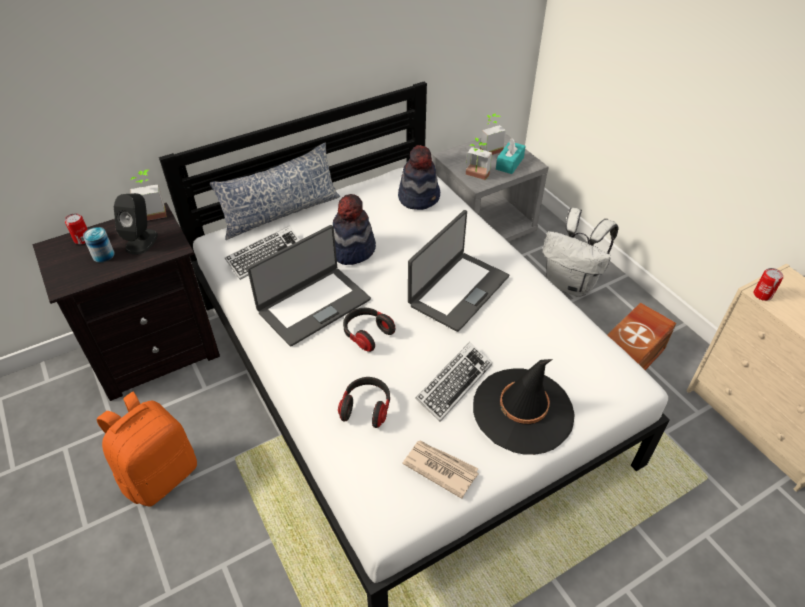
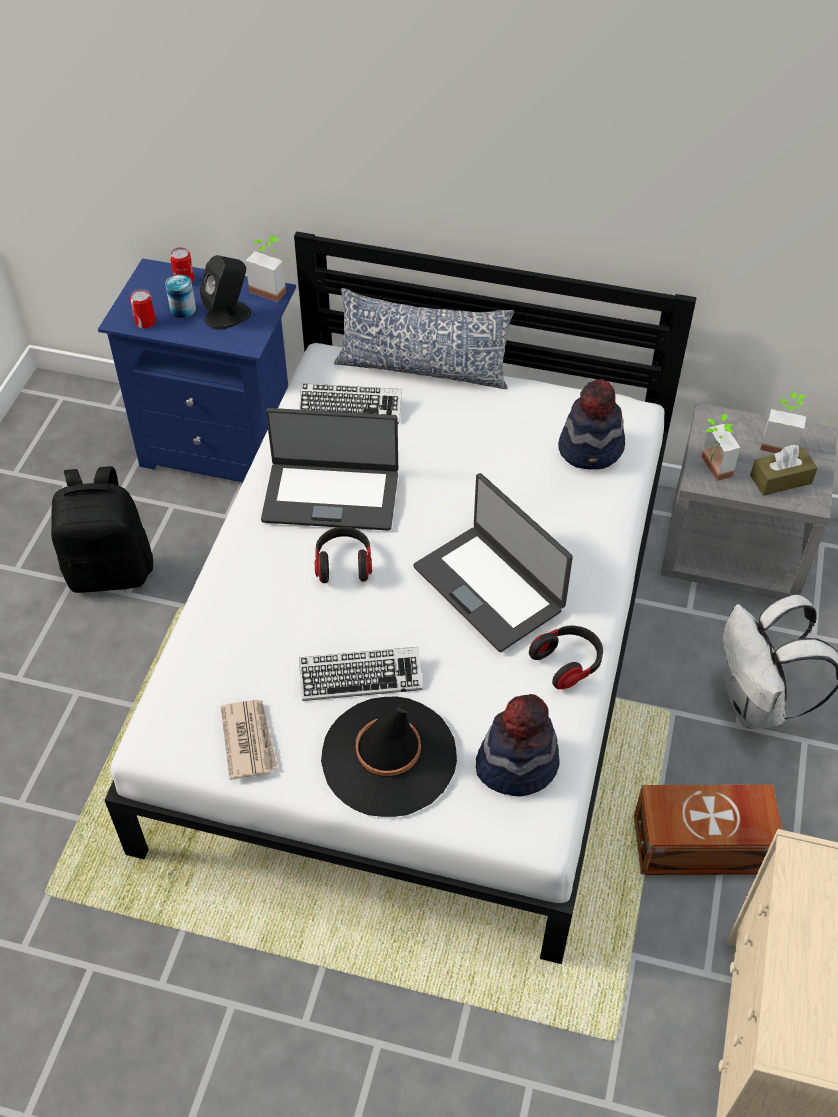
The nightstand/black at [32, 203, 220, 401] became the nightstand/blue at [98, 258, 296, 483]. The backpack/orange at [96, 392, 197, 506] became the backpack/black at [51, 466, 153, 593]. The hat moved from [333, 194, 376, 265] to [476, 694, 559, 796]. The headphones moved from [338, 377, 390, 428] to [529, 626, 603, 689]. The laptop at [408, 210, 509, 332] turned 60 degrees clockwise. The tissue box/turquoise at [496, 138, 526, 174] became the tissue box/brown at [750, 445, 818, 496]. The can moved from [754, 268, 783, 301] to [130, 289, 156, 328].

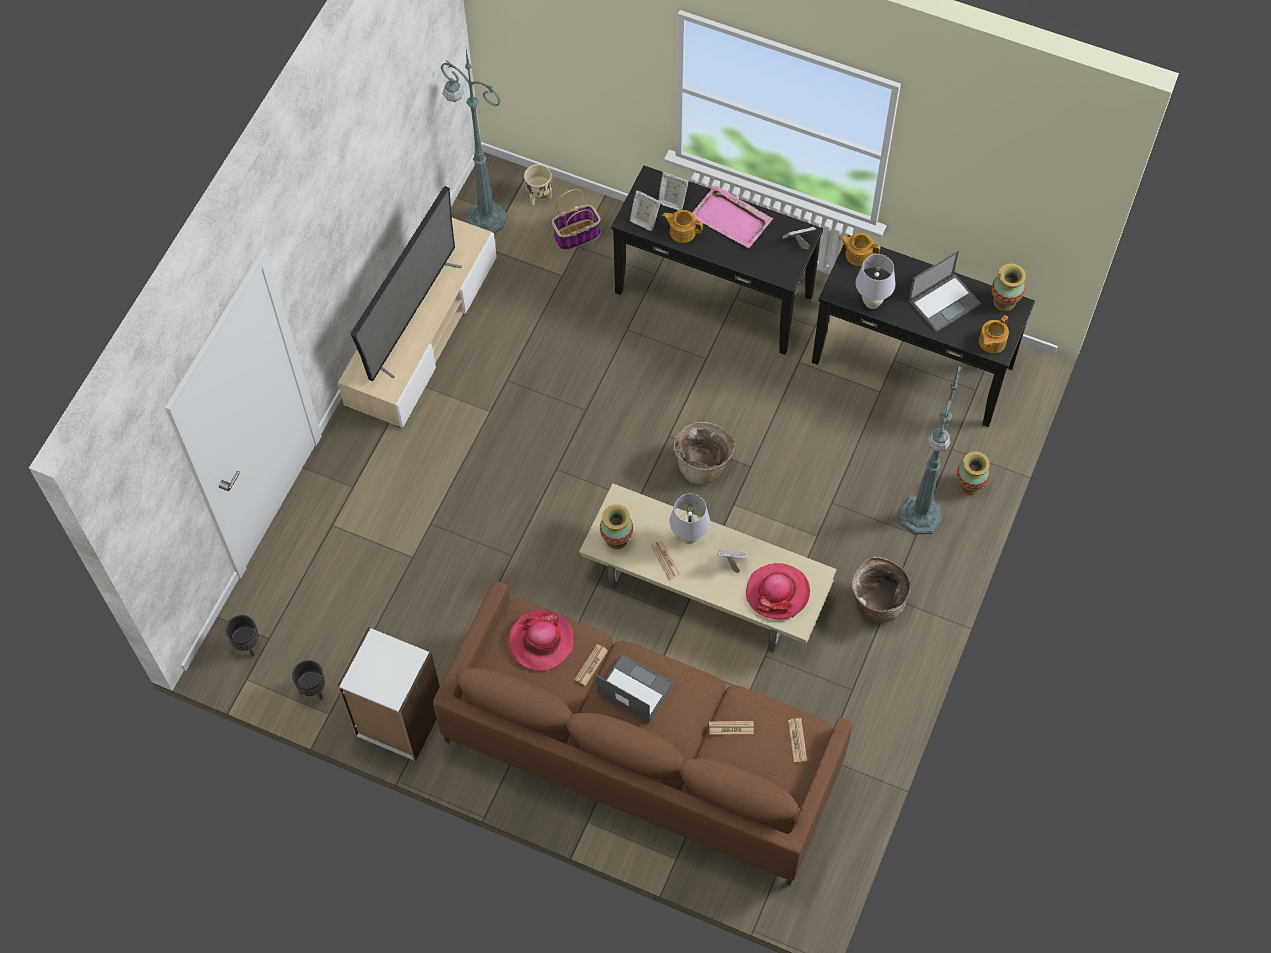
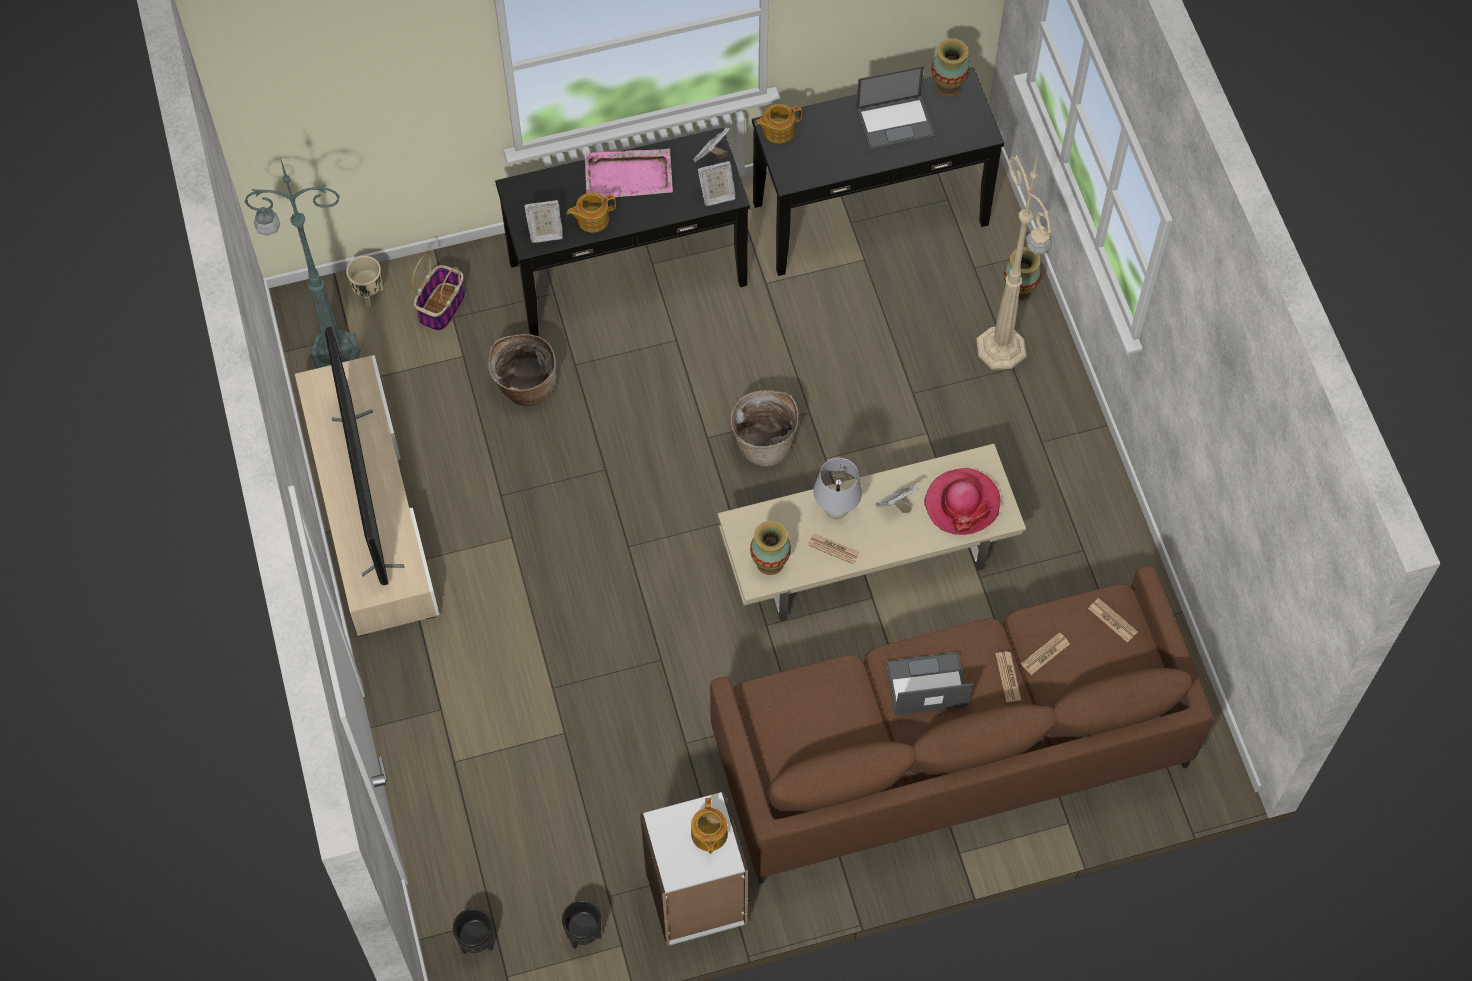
The hat at [508, 610, 574, 671] disappeared. The newspaper moved from [574, 644, 608, 686] to [995, 651, 1021, 702]. The picture frame moved from [658, 172, 689, 211] to [697, 161, 736, 206]. The basket moved from [852, 556, 911, 623] to [488, 334, 556, 406]. The table lamp/white at [856, 254, 895, 309] disappeared. The floor lamp/green at [899, 366, 961, 534] became the floor lamp/beige at [976, 154, 1052, 370]. The laptop at [908, 250, 981, 332] turned 60 degrees clockwise. The teapot moved from [979, 315, 1009, 353] to [691, 798, 728, 854].

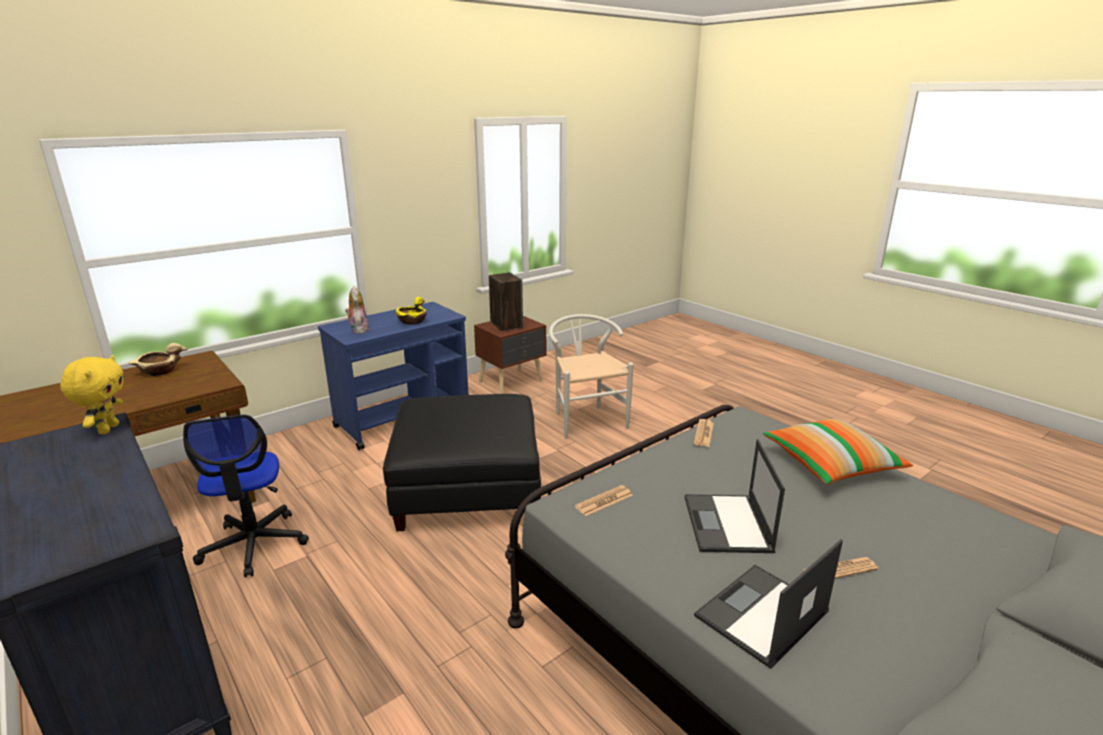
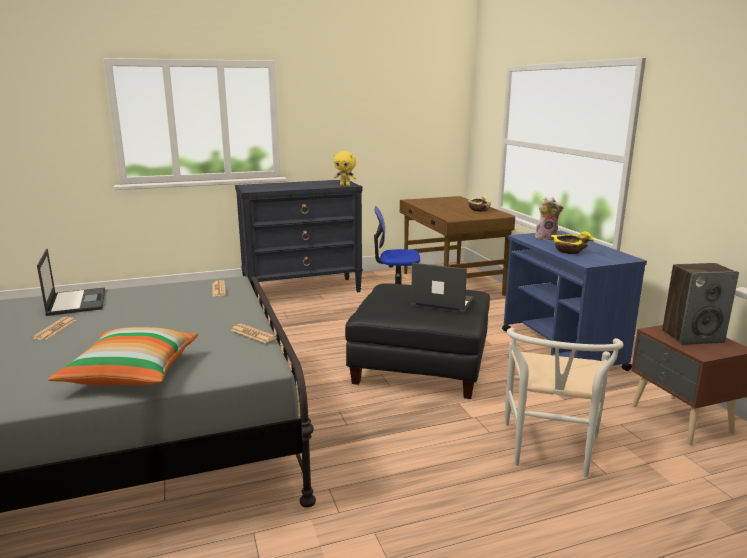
The chair/white at [549, 314, 634, 439] turned 105 degrees clockwise. The laptop moved from [685, 439, 785, 553] to [411, 263, 474, 313].

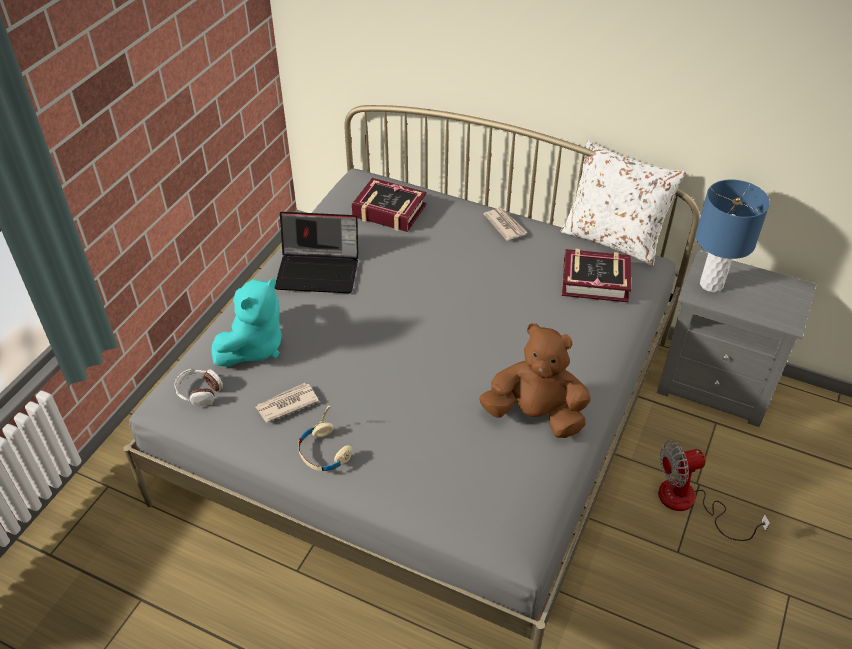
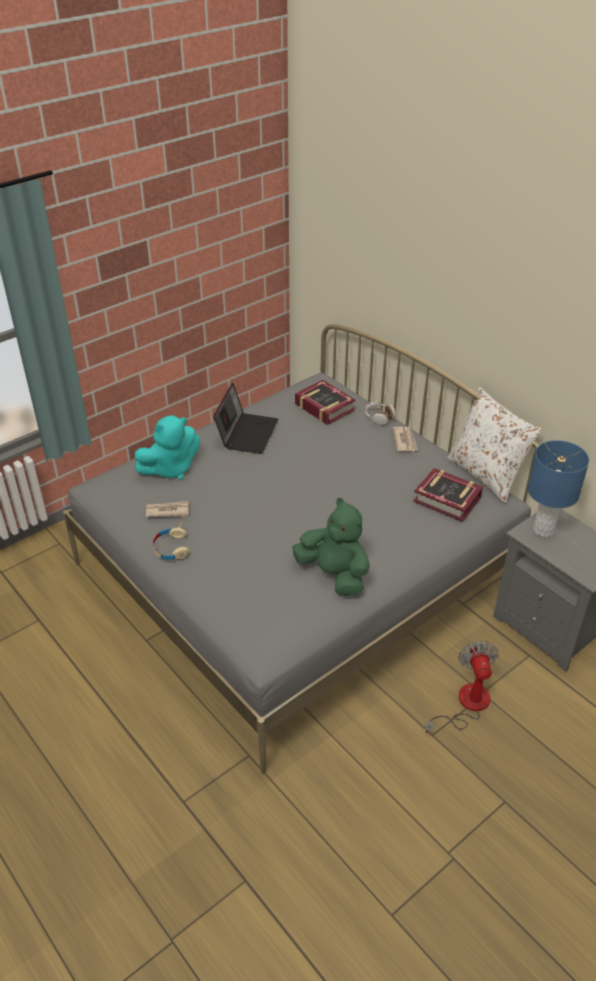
The headphones moved from [174, 369, 223, 406] to [365, 401, 396, 425]. The laptop at [275, 212, 358, 293] turned 105 degrees counterclockwise. The plush toy/brown at [479, 323, 591, 438] became the plush toy/green at [293, 498, 370, 596]. The fan at [658, 441, 770, 541] turned 75 degrees clockwise.

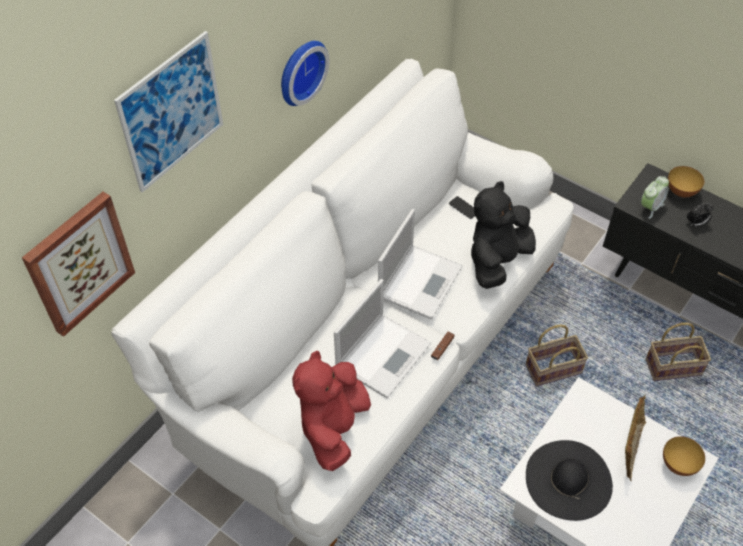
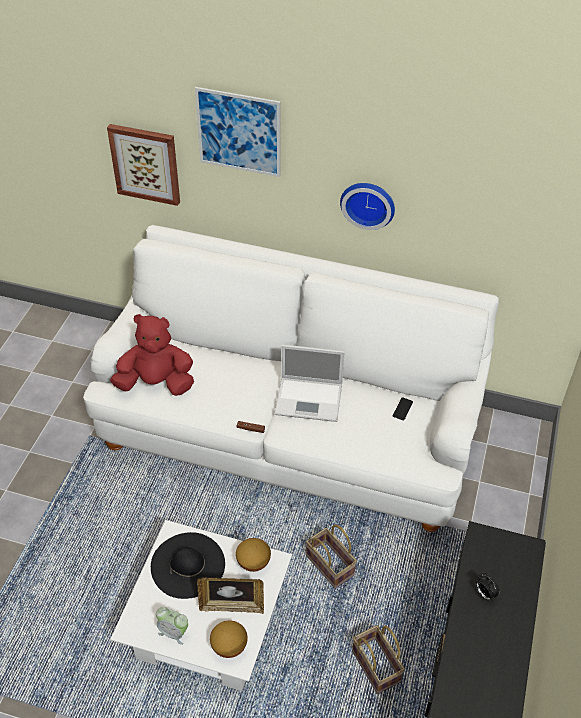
The laptop at [334, 279, 431, 398] disappeared. The plush toy/black at [471, 181, 536, 289] disappeared. The alarm clock moved from [641, 176, 669, 219] to [156, 607, 188, 645]. The bowl moved from [668, 166, 704, 197] to [236, 538, 271, 572].

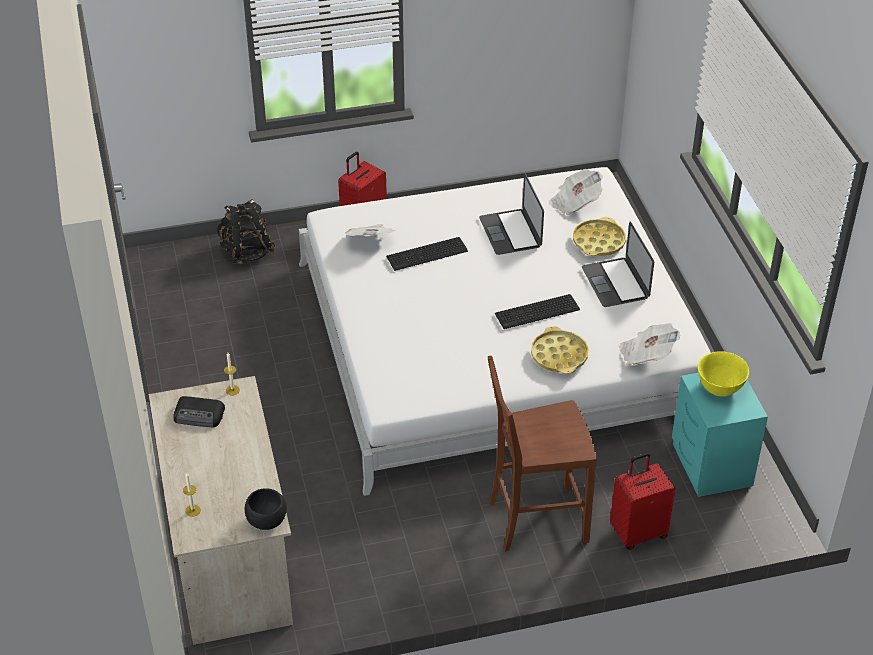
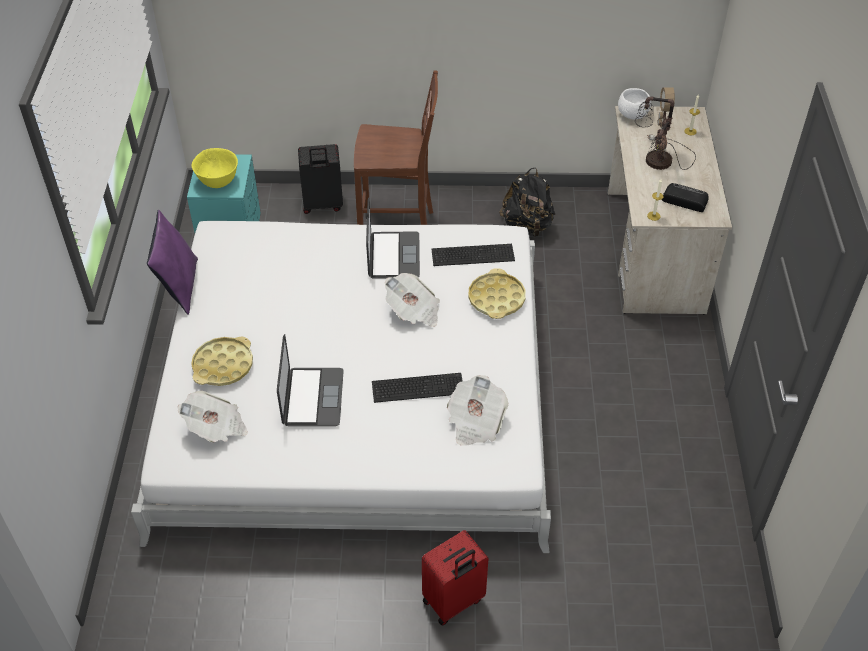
The backpack/black moved from [217, 200, 276, 265] to [499, 168, 555, 237]. The bowl/black at [244, 488, 287, 530] became the bowl/white at [618, 88, 651, 119]. The keyboard moved from [495, 294, 580, 329] to [431, 244, 515, 266]. The tray/yellow moved from [531, 326, 589, 374] to [468, 268, 526, 319]. The laptop moved from [582, 222, 654, 307] to [366, 198, 420, 279]. The suitcase/red at [610, 453, 675, 550] became the suitcase/black at [298, 144, 343, 214]. The newspaper moved from [619, 323, 680, 366] to [385, 273, 440, 327]. The pillow/purple at [147, 210, 198, 315] appeared. The table lamp at [635, 88, 696, 170] appeared.

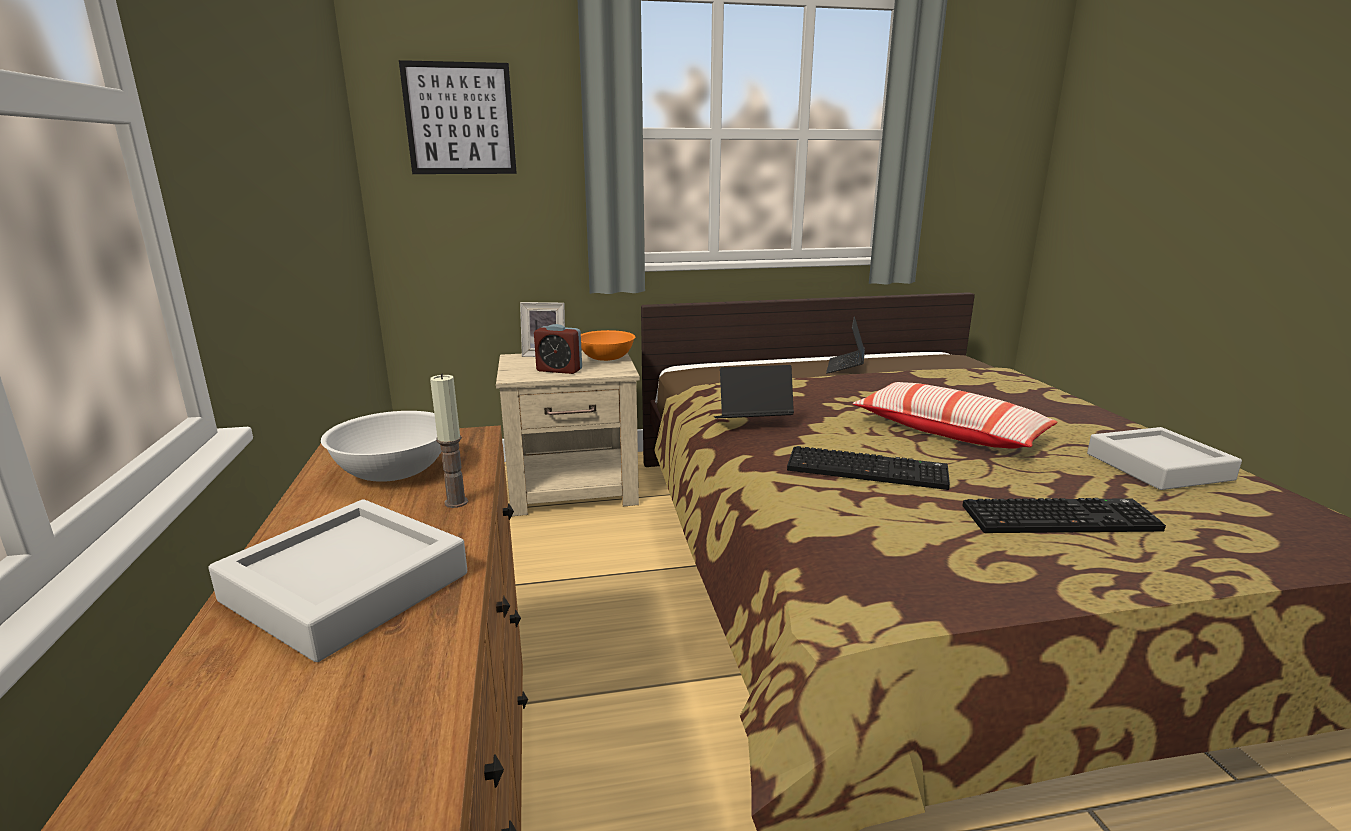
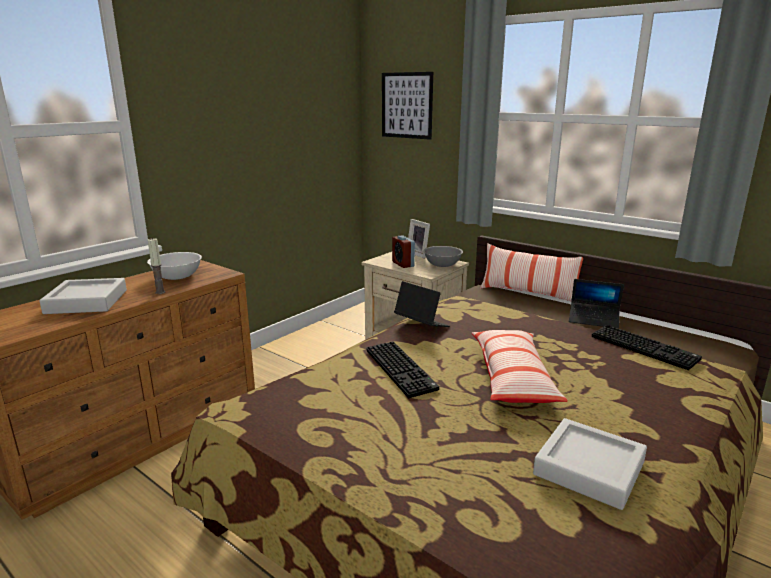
The bowl/orange at [581, 330, 635, 361] became the bowl/grey at [423, 246, 463, 267]. The laptop at [826, 316, 865, 373] turned 135 degrees counterclockwise. The keyboard moved from [962, 498, 1166, 533] to [592, 325, 702, 370]. The pillow at [480, 243, 583, 301] appeared.

